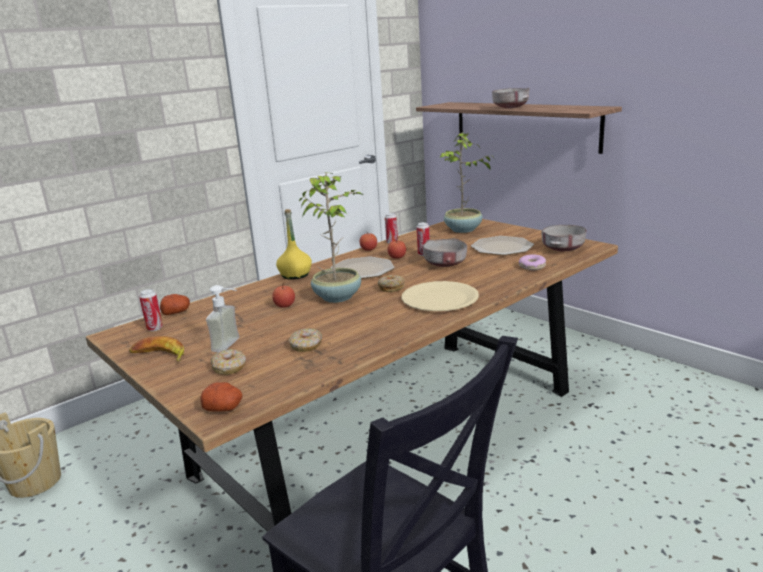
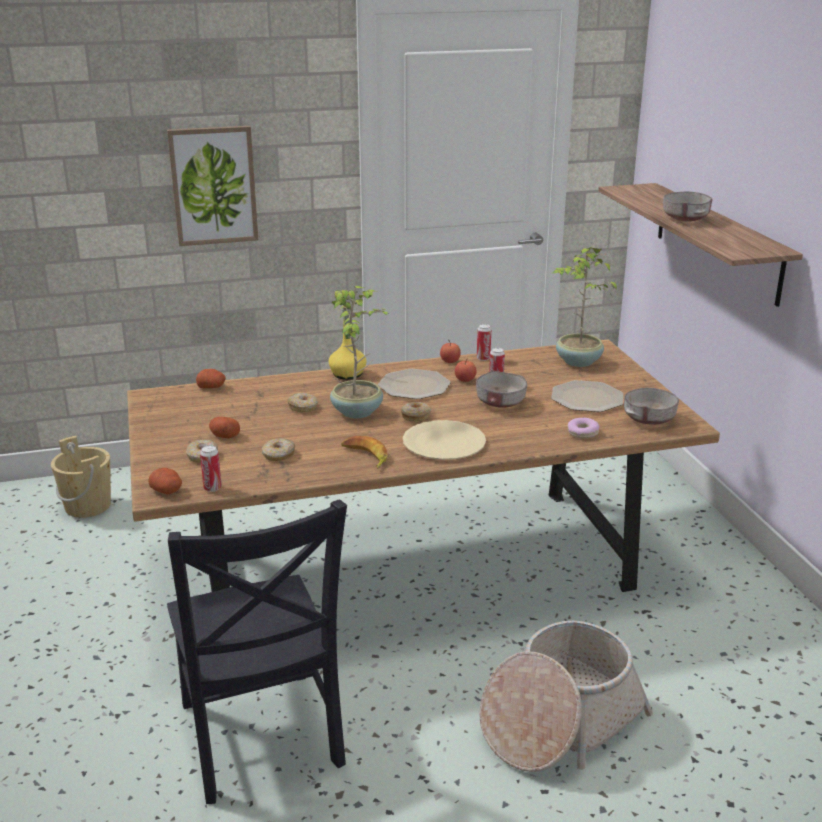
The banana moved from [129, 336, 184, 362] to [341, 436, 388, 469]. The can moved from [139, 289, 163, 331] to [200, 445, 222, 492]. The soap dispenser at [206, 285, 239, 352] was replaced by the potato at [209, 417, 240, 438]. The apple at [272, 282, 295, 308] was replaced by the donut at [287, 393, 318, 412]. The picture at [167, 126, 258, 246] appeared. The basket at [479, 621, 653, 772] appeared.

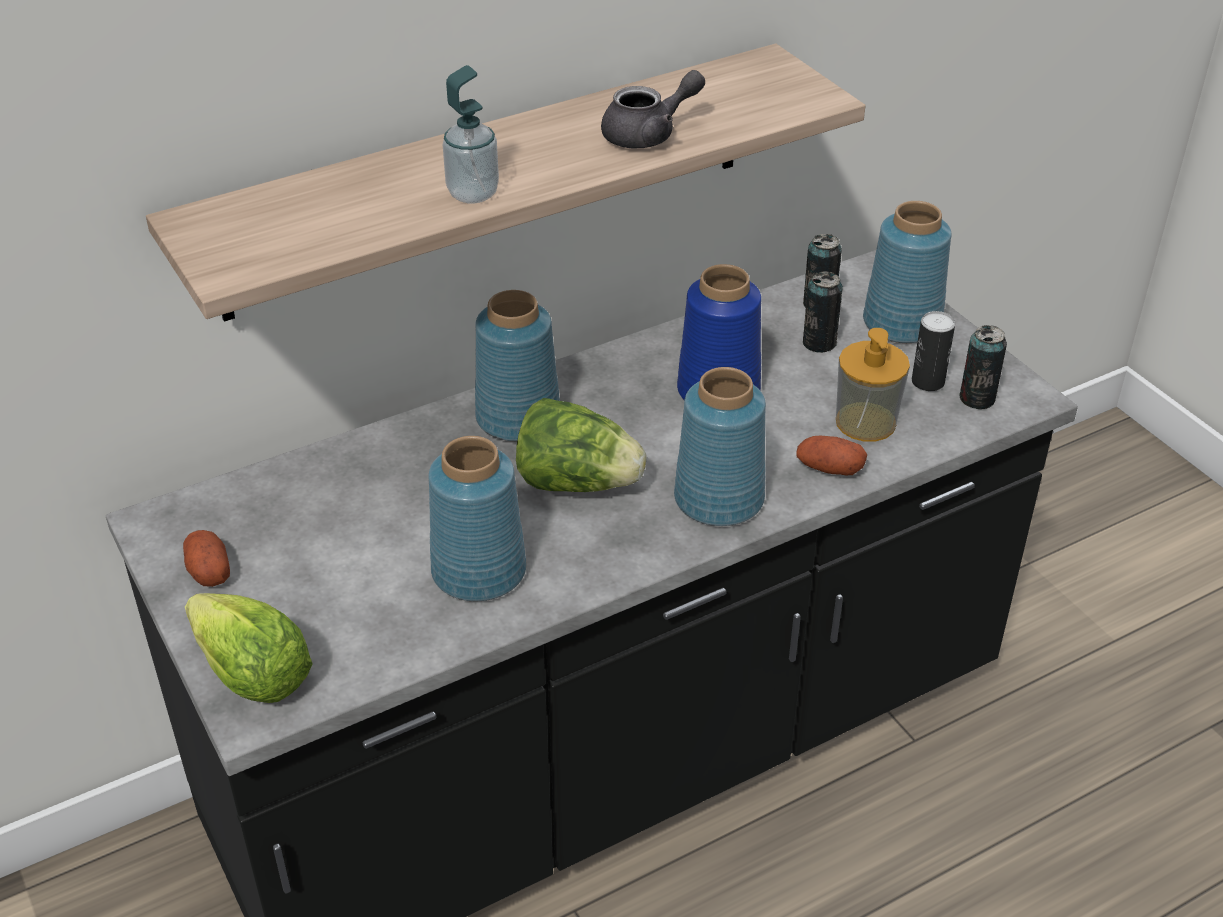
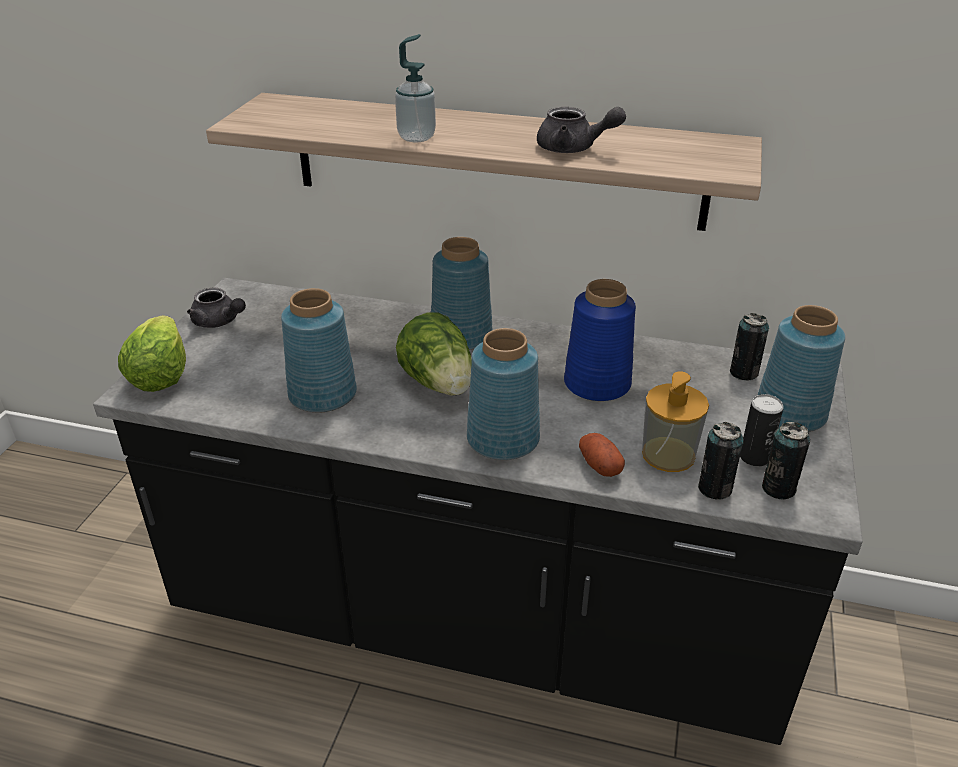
The potato at [183, 530, 230, 587] was replaced by the teapot/grey at [187, 288, 246, 328]. The can moved from [803, 271, 843, 353] to [698, 422, 743, 500].

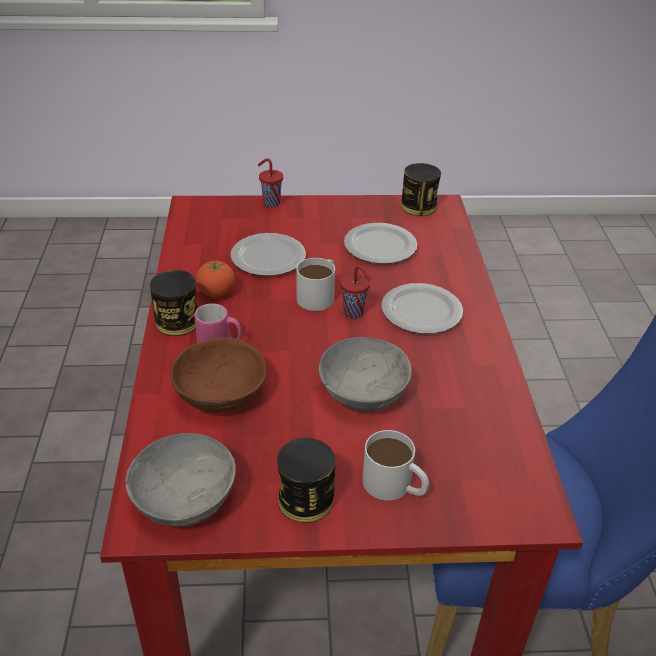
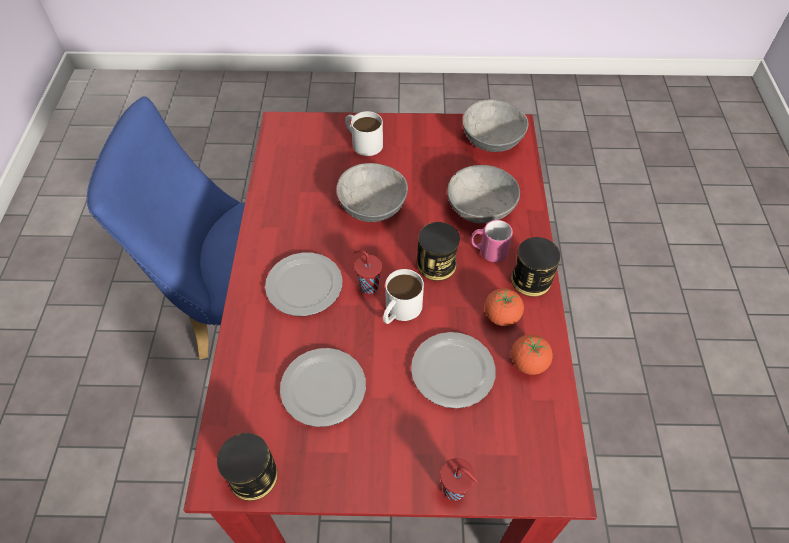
The bowl/brown at [171, 338, 267, 412] became the bowl/grey at [447, 165, 520, 223]. The can moved from [277, 438, 335, 523] to [417, 222, 460, 281]. The tomato at [511, 334, 553, 375] appeared.

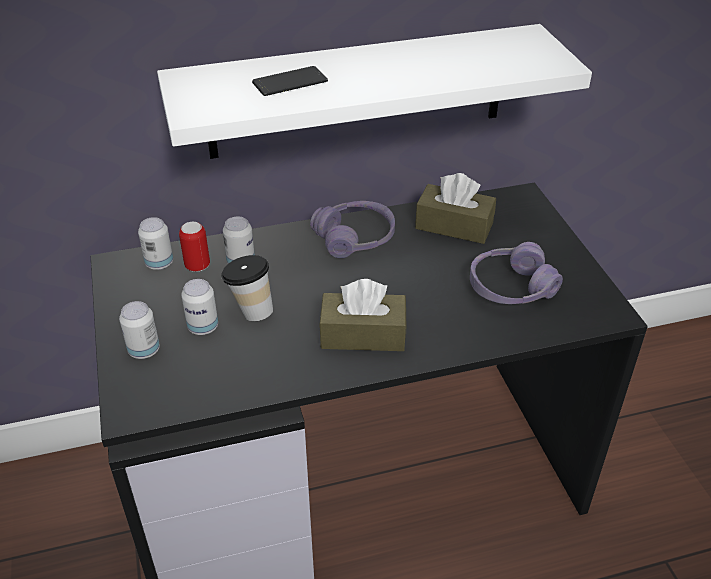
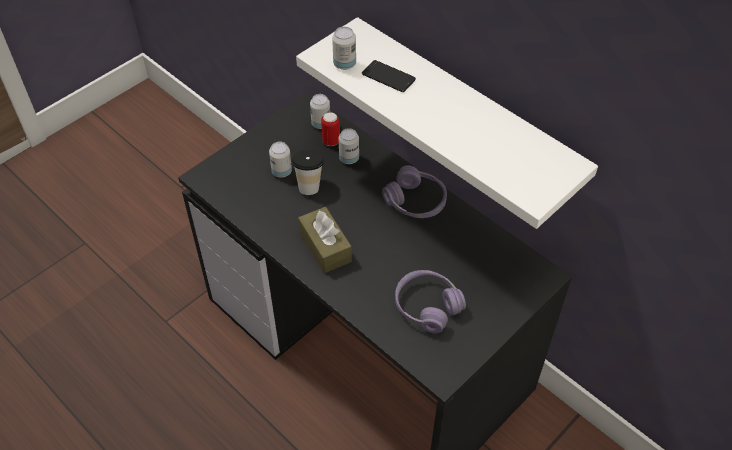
The can moved from [119, 301, 160, 359] to [332, 27, 356, 70]. The tissue box/brown at [415, 173, 496, 244] disappeared.

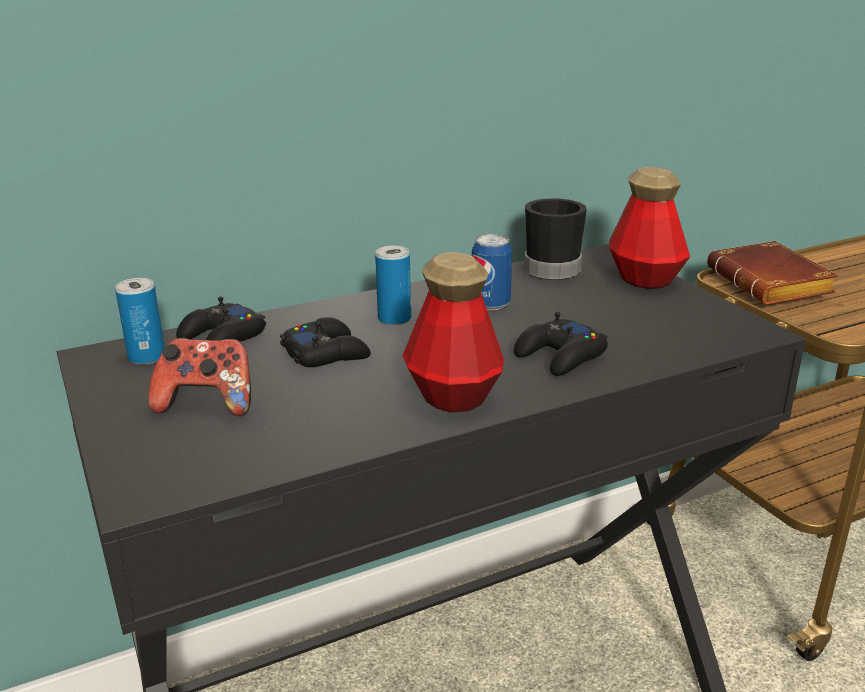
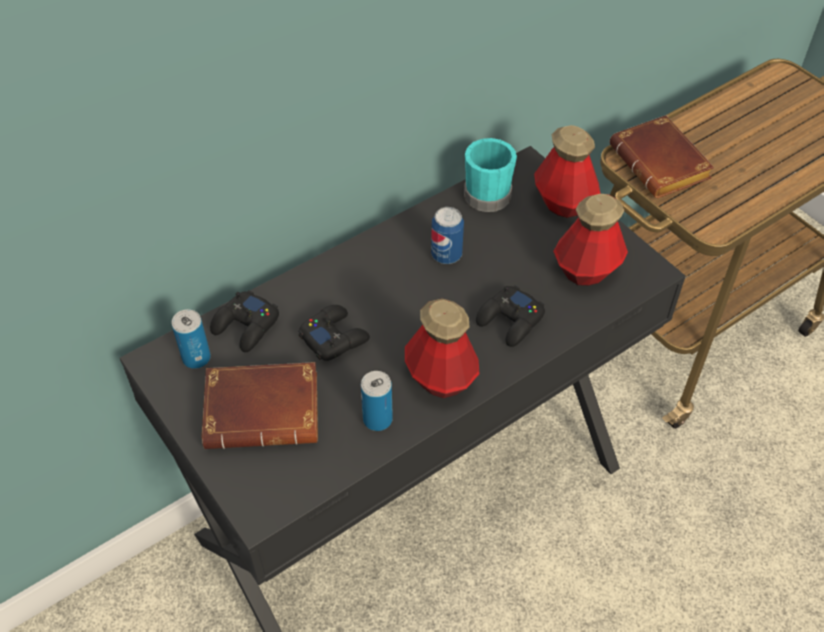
The game controller at [148, 338, 251, 416] was replaced by the book/brown at [202, 362, 318, 449]. The can moved from [375, 246, 411, 326] to [361, 371, 393, 431]. The mug/black at [524, 198, 587, 280] became the mug/turquoise at [464, 138, 517, 212]. The bottle at [553, 194, 628, 286] appeared.

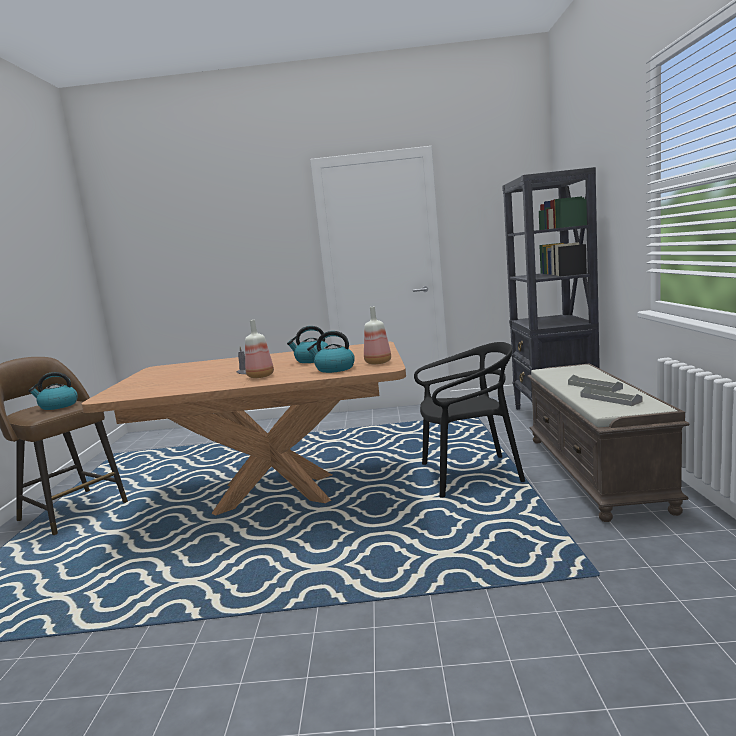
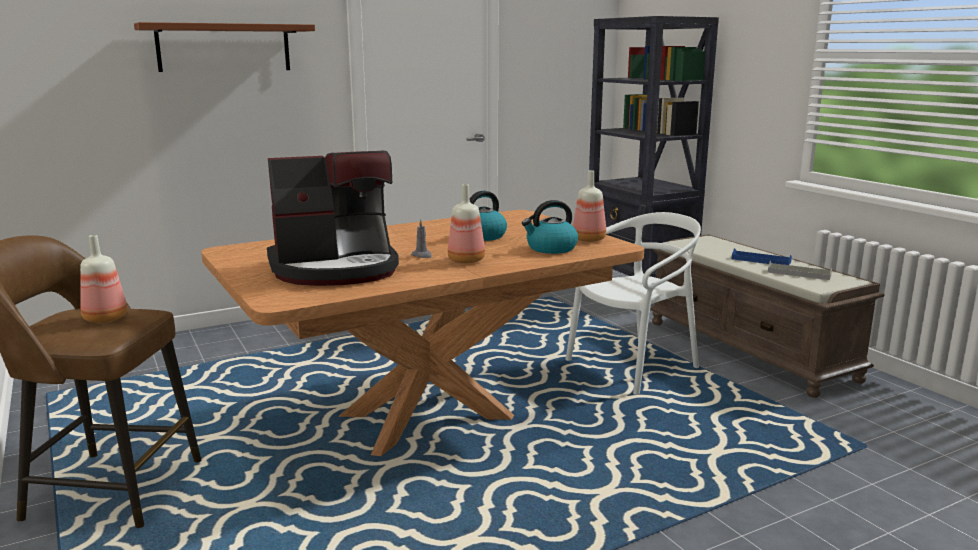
The kettle at [28, 372, 78, 410] was replaced by the bottle at [80, 235, 128, 323]. The chair/black at [414, 342, 525, 498] became the chair/white at [565, 212, 701, 395]. The tray/grey at [568, 375, 623, 392] became the tray/blue at [732, 248, 792, 265]. The shelf/brown at [134, 22, 315, 72] appeared. The coffee machine at [267, 150, 399, 286] appeared.

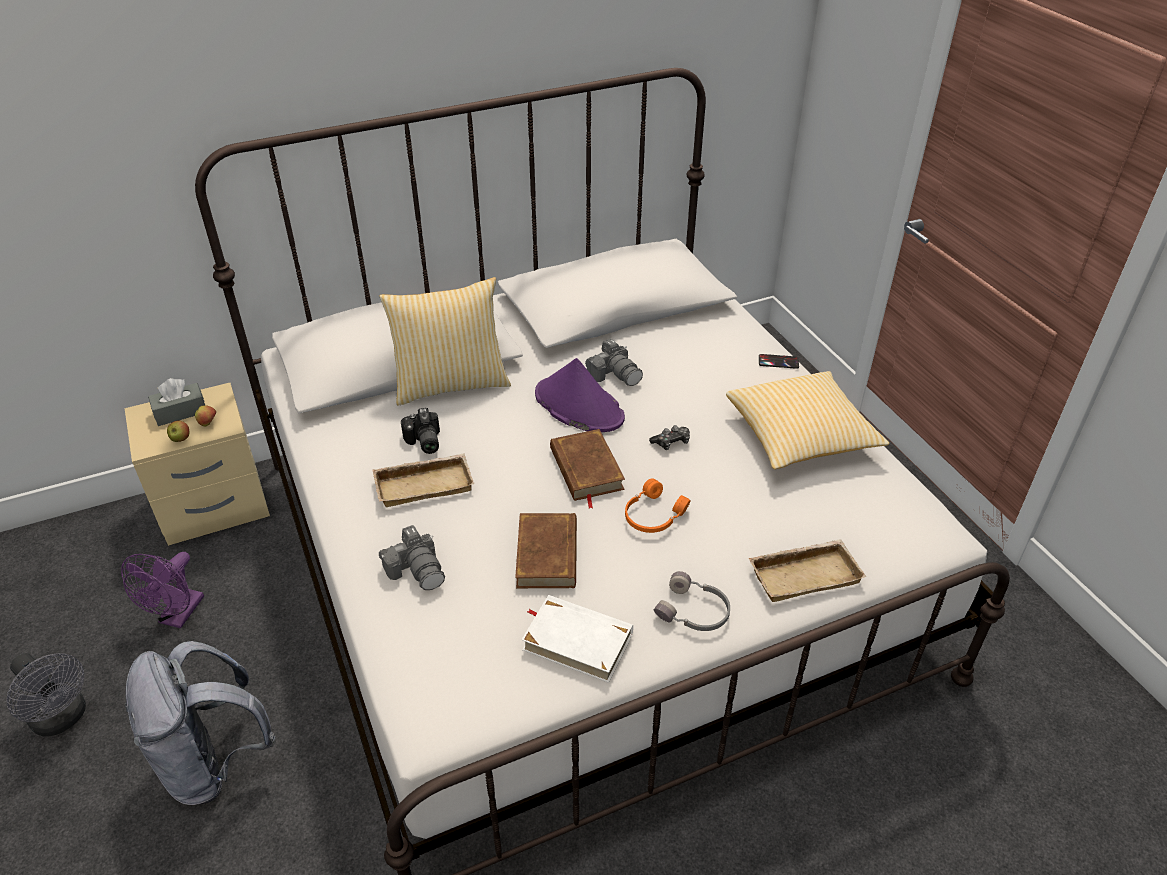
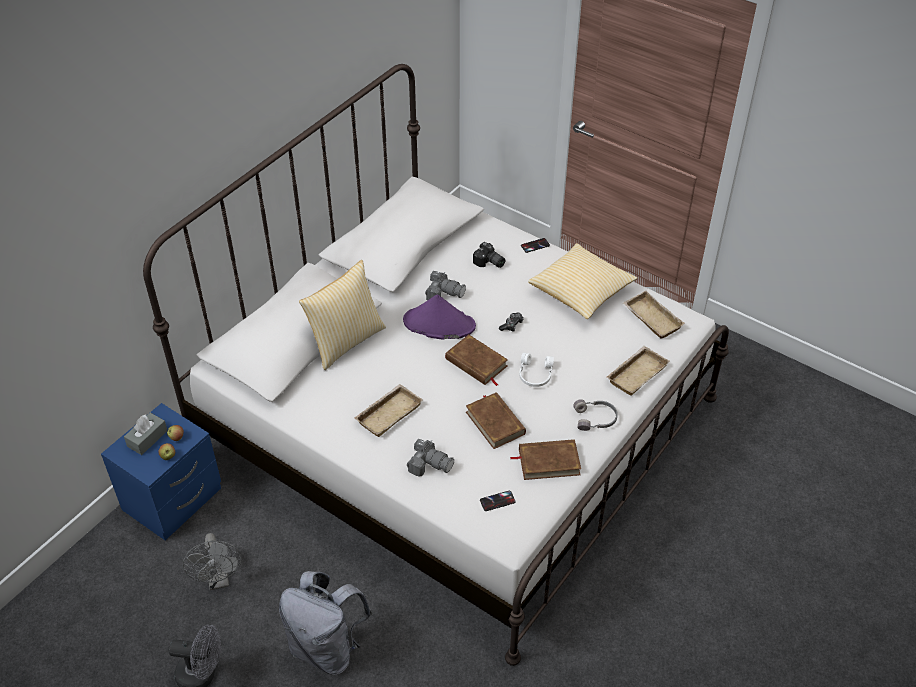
The fan/purple at [121, 552, 204, 628] became the fan/grey at [183, 533, 242, 590]. The nightstand/beige at [125, 383, 270, 546] became the nightstand/blue at [101, 403, 221, 540]. The photo camera moved from [401, 408, 440, 454] to [473, 242, 506, 268]. The book/white at [522, 595, 633, 683] became the book/brown at [510, 439, 581, 480]. The headphones/orange at [625, 478, 691, 533] became the headphones/white at [519, 353, 554, 387]. The phone at [480, 491, 516, 511] appeared. The tray/beige at [623, 291, 685, 338] appeared.

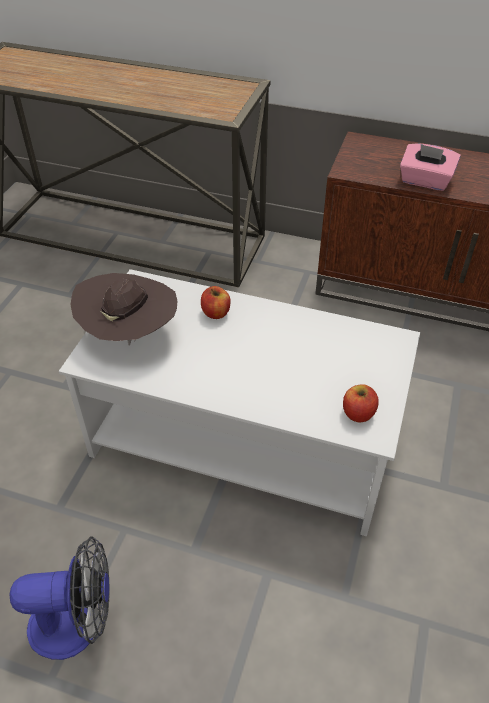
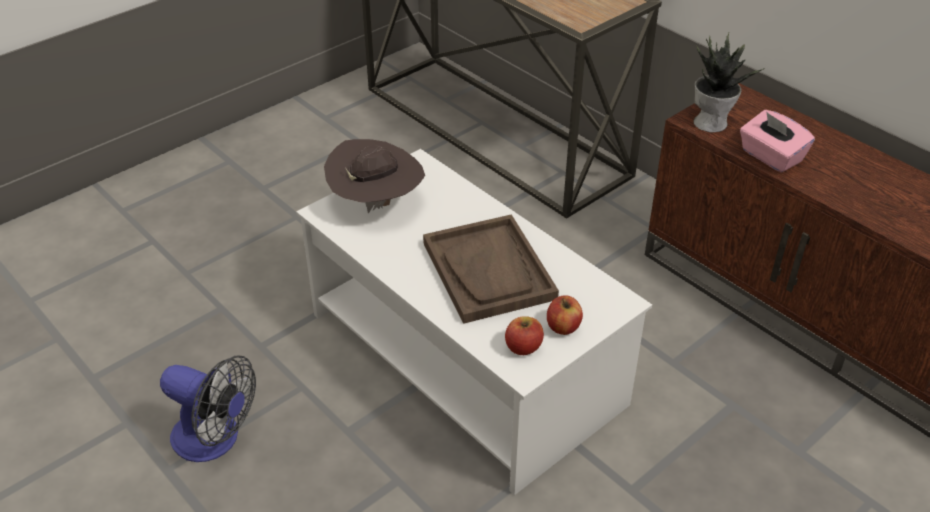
The apple moved from [201, 286, 231, 319] to [547, 295, 583, 335]. The tray/brown at [423, 214, 559, 324] appeared. The potted plant at [693, 33, 767, 133] appeared.

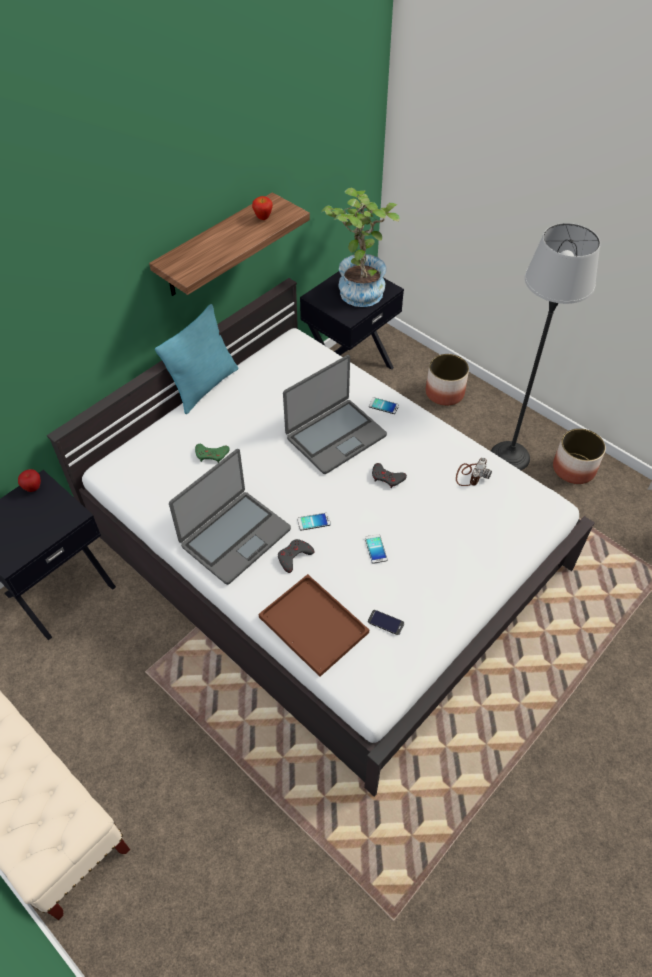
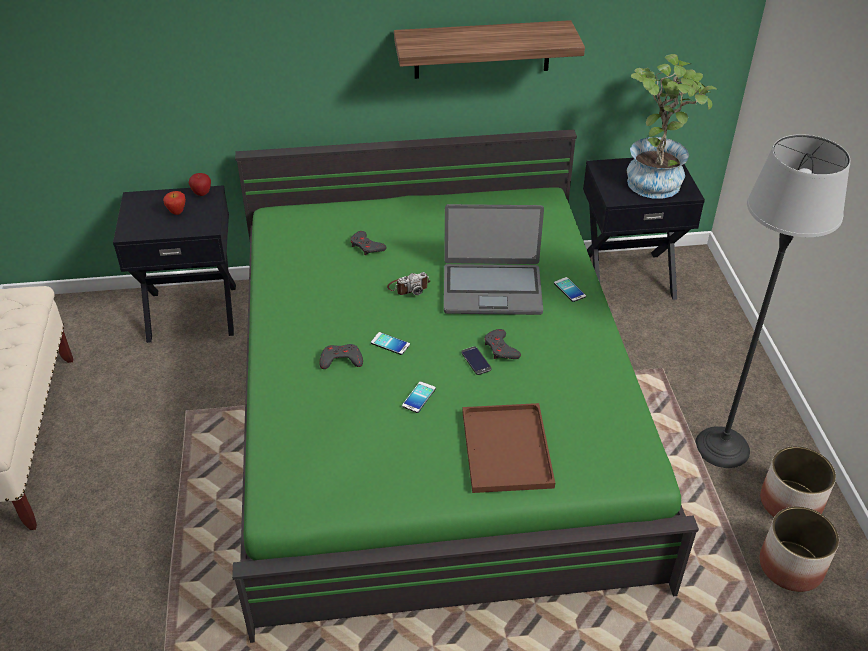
The bed/white at [47, 278, 595, 797] became the bed/green at [232, 129, 699, 643]. The pillow/turquoise at [155, 304, 239, 414] disappeared. The laptop at [169, 449, 291, 585] disappeared. The game controller/green at [195, 444, 229, 463] became the game controller/grey at [350, 231, 387, 255]. The apple moved from [252, 196, 273, 220] to [163, 191, 186, 215]. The tray/brown moved from [259, 574, 369, 677] to [462, 403, 555, 493]. The phone moved from [368, 610, 404, 635] to [461, 346, 492, 375]. The planter moved from [426, 354, 469, 406] to [759, 506, 839, 592]. The photo camera moved from [456, 458, 492, 486] to [387, 272, 430, 295].

